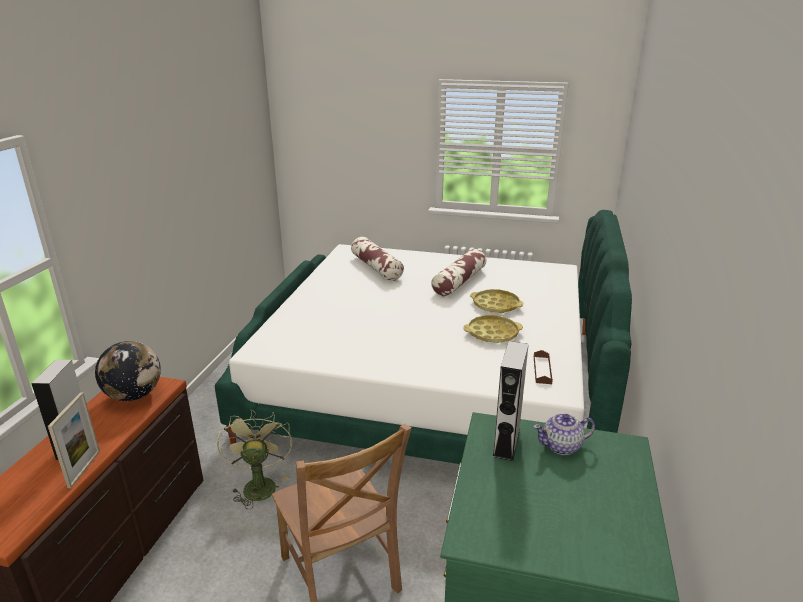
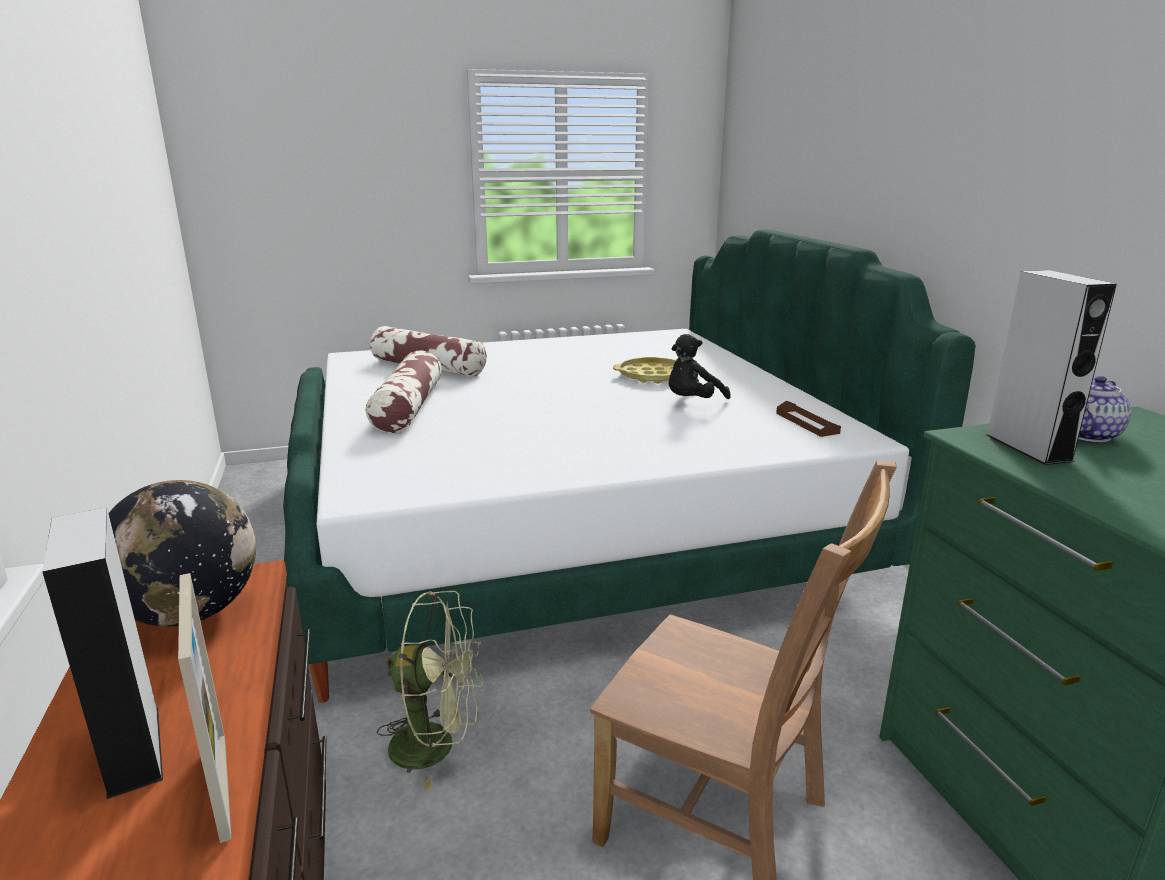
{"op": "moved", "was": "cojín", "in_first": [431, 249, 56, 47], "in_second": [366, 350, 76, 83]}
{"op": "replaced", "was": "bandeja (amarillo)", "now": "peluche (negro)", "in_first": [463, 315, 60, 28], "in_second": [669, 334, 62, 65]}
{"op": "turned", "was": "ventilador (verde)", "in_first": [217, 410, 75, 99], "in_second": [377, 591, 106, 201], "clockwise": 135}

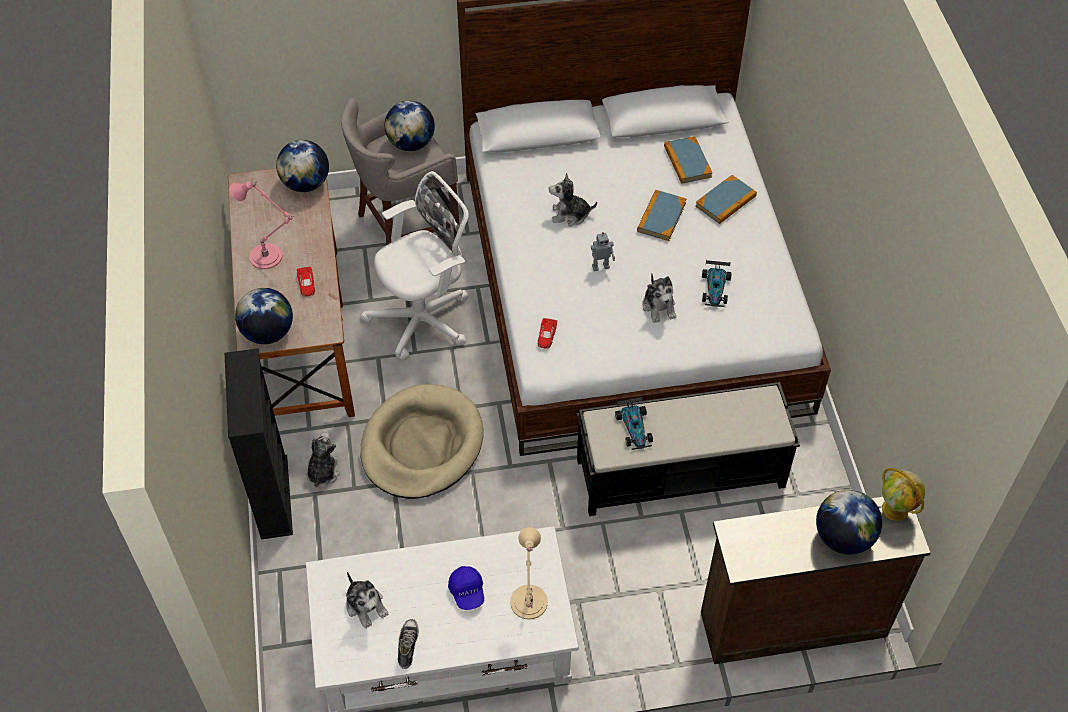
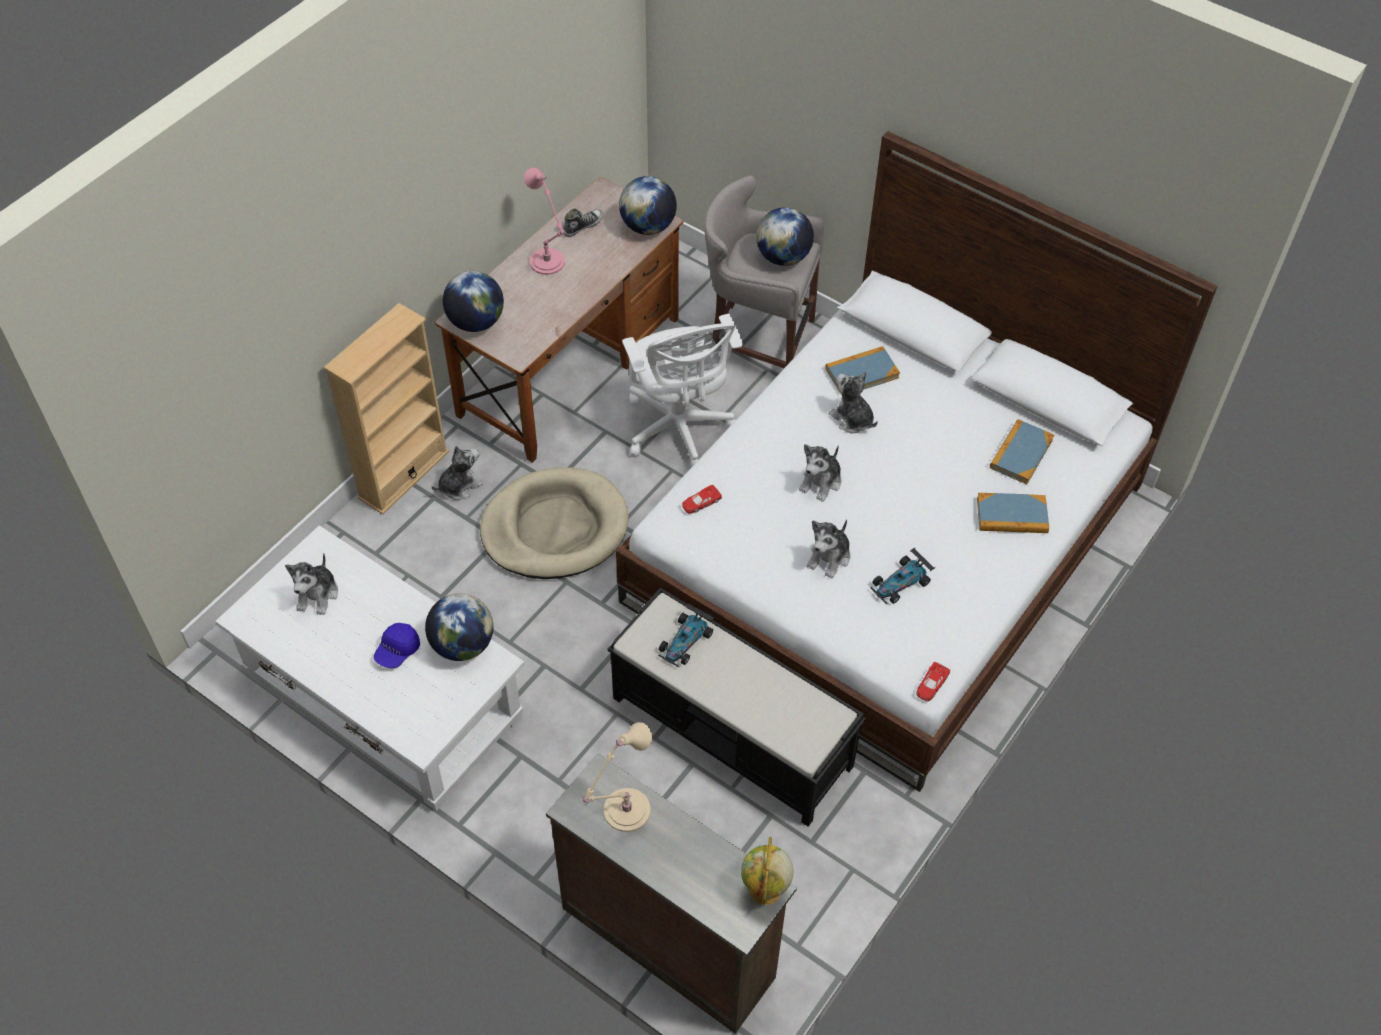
{"op": "moved", "was": "coche de juguete (rojo)", "in_first": [297, 267, 18, 29], "in_second": [916, 662, 34, 40]}
{"op": "moved", "was": "zapato", "in_first": [398, 619, 21, 50], "in_second": [563, 208, 40, 29]}
{"op": "moved", "was": "lámpara de mesa (beis)", "in_first": [510, 527, 38, 92], "in_second": [583, 722, 69, 110]}
{"op": "moved", "was": "libro", "in_first": [637, 190, 49, 51], "in_second": [825, 346, 75, 49]}
{"op": "moved", "was": "globo terráqueo", "in_first": [816, 490, 66, 65], "in_second": [425, 593, 68, 68]}
{"op": "replaced", "was": "robot de juguete", "now": "peluche", "in_first": [591, 232, 24, 39], "in_second": [799, 444, 42, 58]}
{"op": "recoloured", "was": "estantería (negro)", "now": "estantería (beis)", "in_first": [224, 348, 69, 191], "in_second": [324, 303, 125, 212]}
{"op": "turned", "was": "silla de oficina (blanco)", "in_first": [360, 171, 109, 189], "in_second": [622, 314, 121, 153], "clockwise": 60}

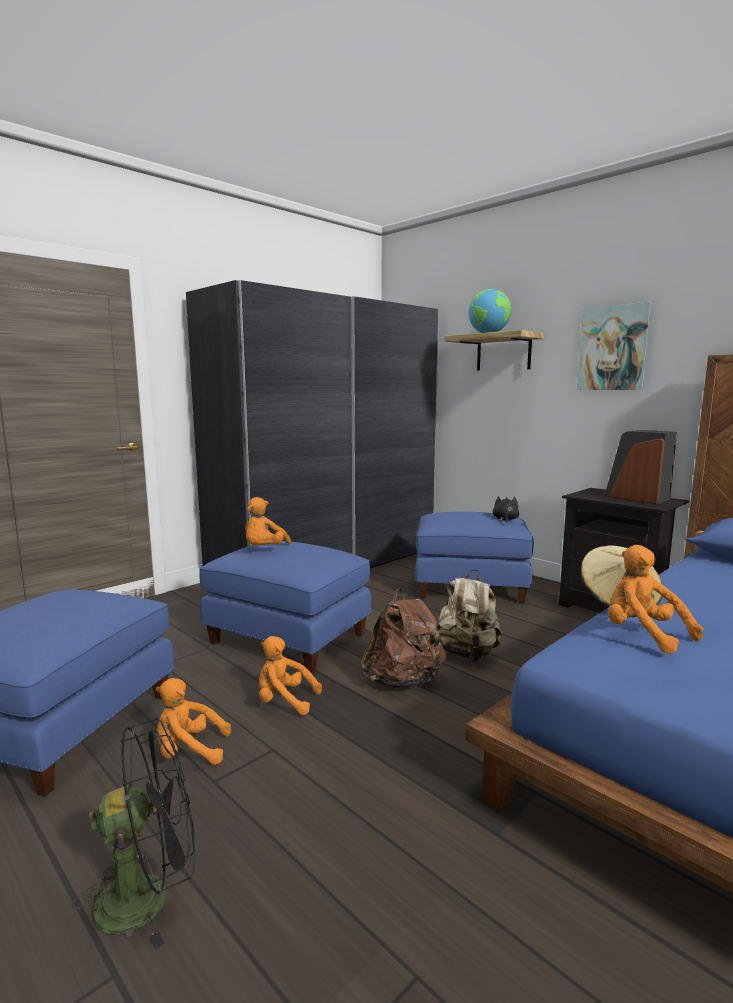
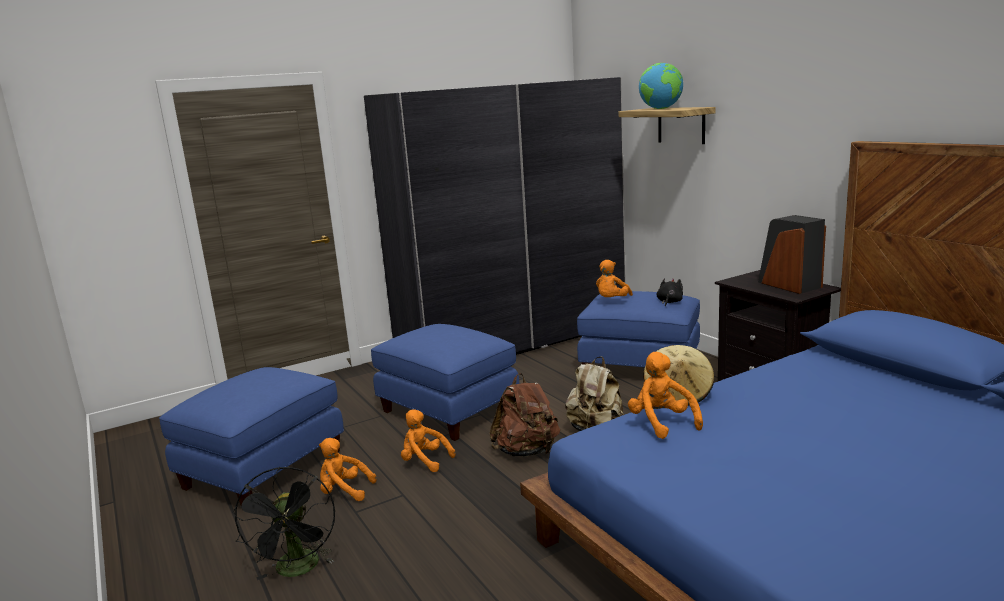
{"op": "removed", "was": "cuadro", "in_first": [577, 302, 75, 88]}
{"op": "moved", "was": "peluche (naranja)", "in_first": [245, 497, 46, 48], "in_second": [596, 260, 37, 37]}
{"op": "turned", "was": "ventilador (negro)", "in_first": [72, 719, 123, 231], "in_second": [232, 467, 103, 113], "clockwise": 90}

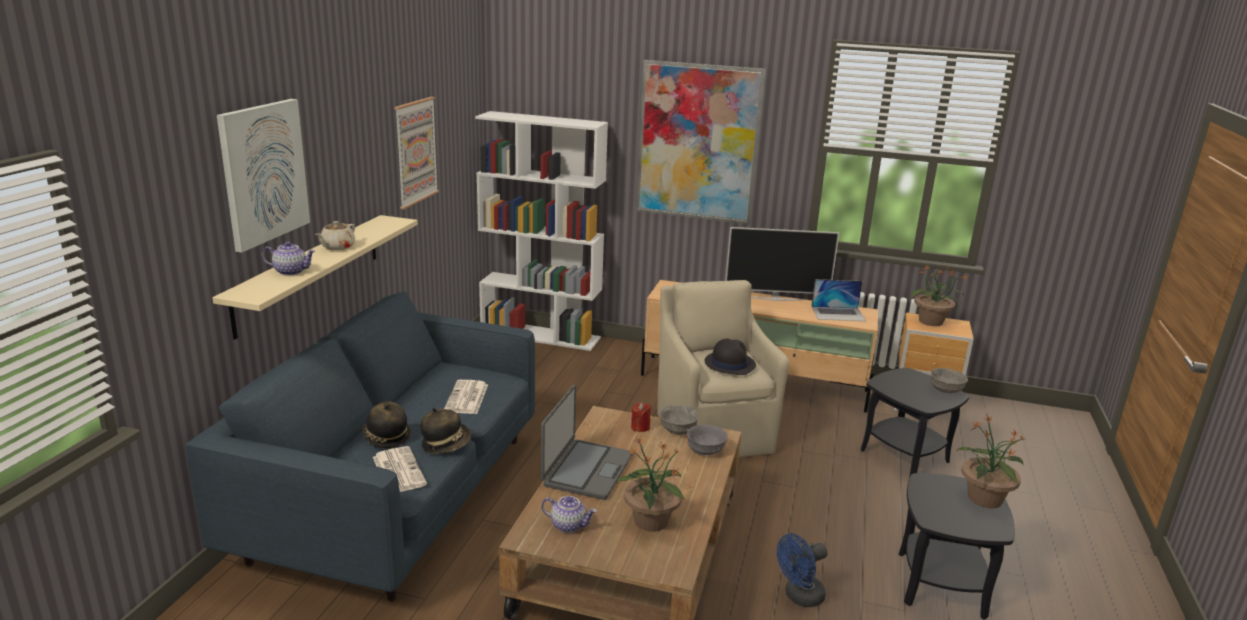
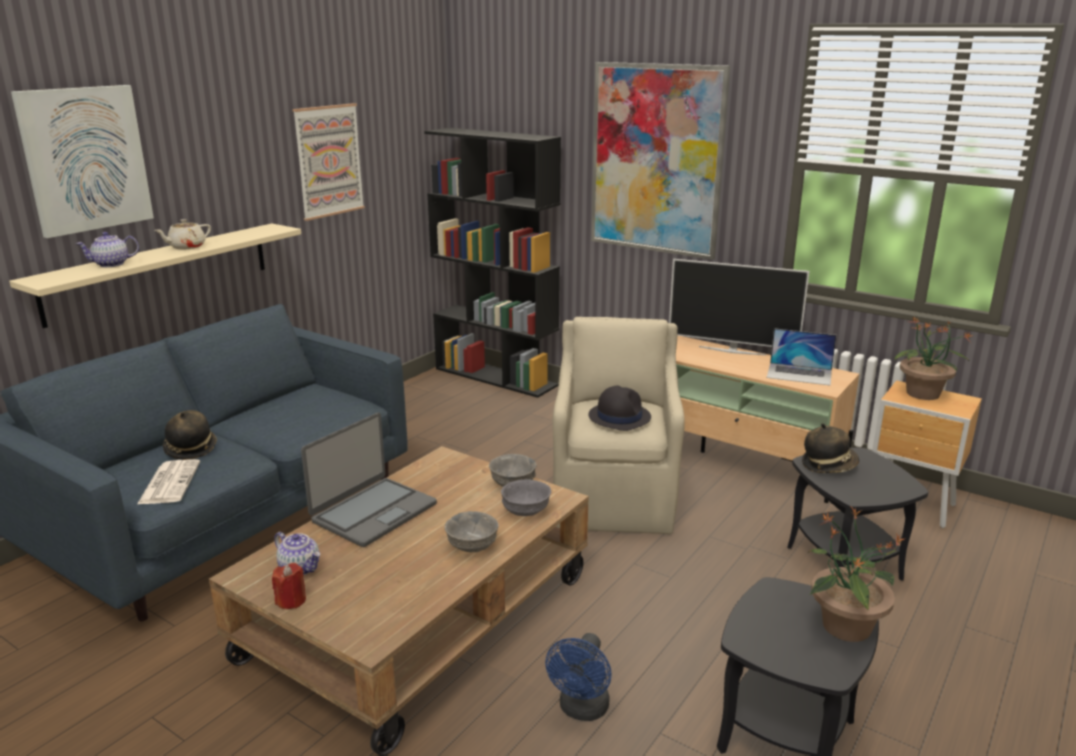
{"op": "removed", "was": "periódico", "in_first": [444, 380, 44, 34]}
{"op": "removed", "was": "planta en maceta", "in_first": [617, 437, 68, 95]}
{"op": "moved", "was": "sombrero", "in_first": [420, 408, 52, 46], "in_second": [802, 423, 57, 50]}
{"op": "moved", "was": "vela (rojo)", "in_first": [631, 402, 20, 30], "in_second": [272, 563, 34, 46]}
{"op": "moved", "was": "cuenco (gris)", "in_first": [930, 368, 38, 25], "in_second": [445, 511, 54, 41]}
{"op": "recoloured", "was": "estantería (blanco)", "now": "estantería (negro)", "in_first": [475, 111, 133, 240], "in_second": [424, 128, 137, 270]}
{"op": "turned", "was": "tetera", "in_first": [262, 242, 53, 34], "in_second": [76, 232, 63, 35], "clockwise": 135}
{"op": "turned", "was": "ventilador (azul)", "in_first": [777, 533, 51, 74], "in_second": [545, 633, 67, 88], "clockwise": -60}

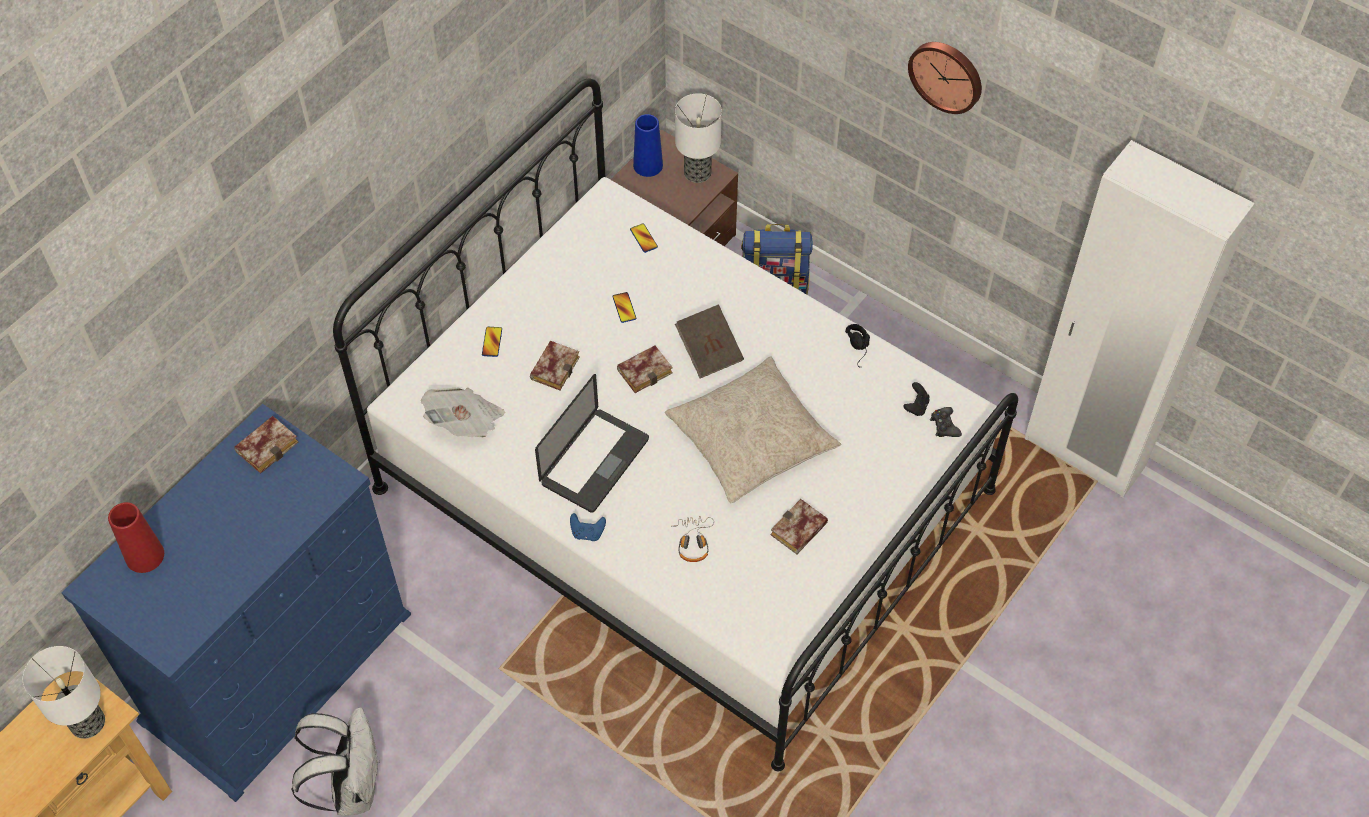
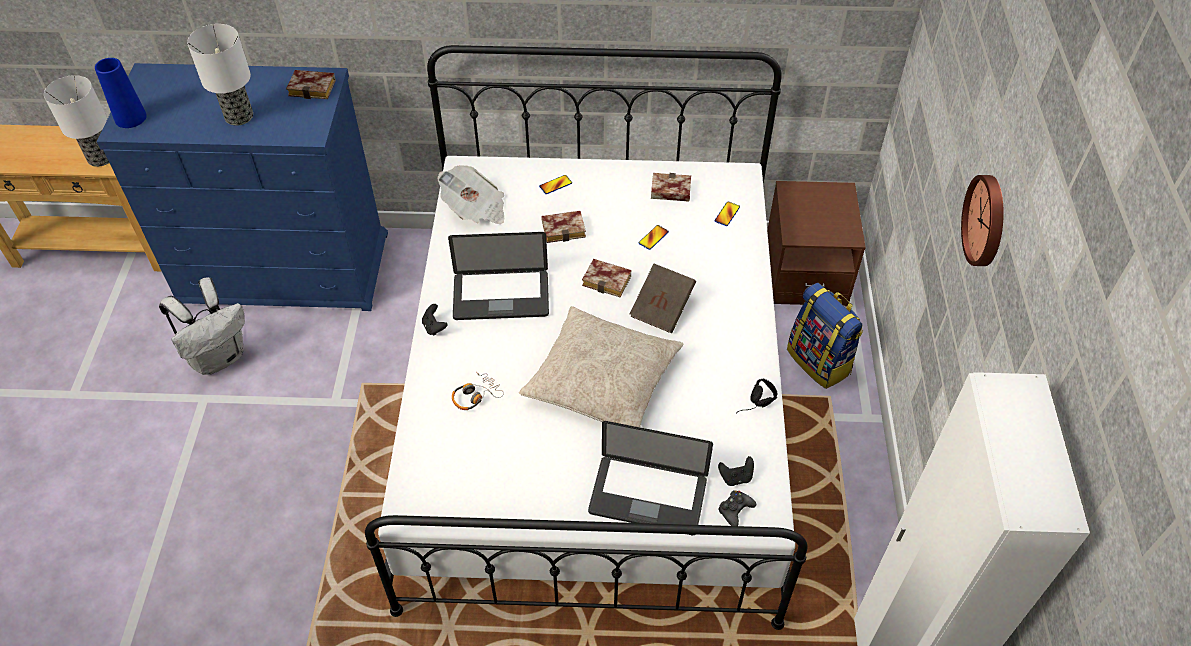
{"op": "removed", "was": "florero (rojo)", "in_first": [108, 502, 56, 71]}
{"op": "added", "now": "portátil", "in_second": [588, 421, 125, 114]}
{"op": "moved", "was": "florero (azul)", "in_first": [633, 114, 30, 63], "in_second": [95, 58, 52, 70]}
{"op": "moved", "was": "lámpara de mesa", "in_first": [675, 93, 47, 90], "in_second": [187, 24, 66, 102]}
{"op": "moved", "was": "libro", "in_first": [770, 499, 58, 55], "in_second": [651, 173, 40, 29]}
{"op": "recoloured", "was": "mando de consola (azul)", "now": "mando de consola (negro)", "in_first": [570, 513, 36, 28], "in_second": [422, 304, 25, 31]}

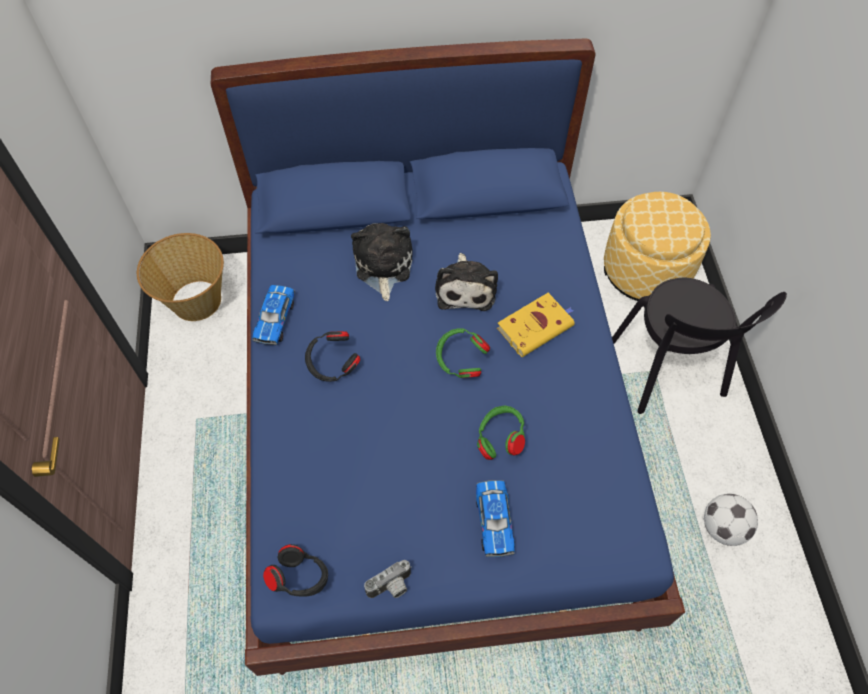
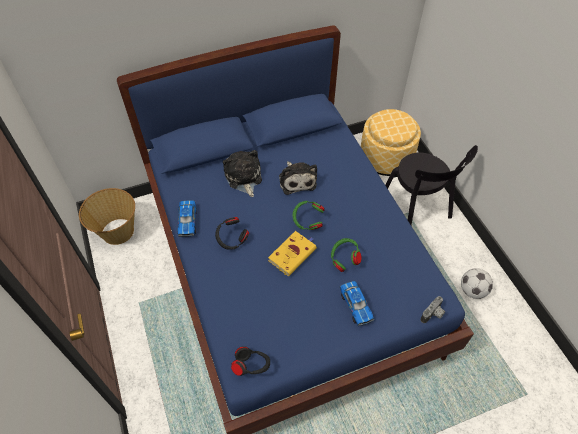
{"op": "moved", "was": "cámara", "in_first": [364, 560, 48, 38], "in_second": [420, 296, 25, 27]}
{"op": "moved", "was": "libro (amarillo)", "in_first": [497, 293, 78, 64], "in_second": [268, 231, 49, 45]}

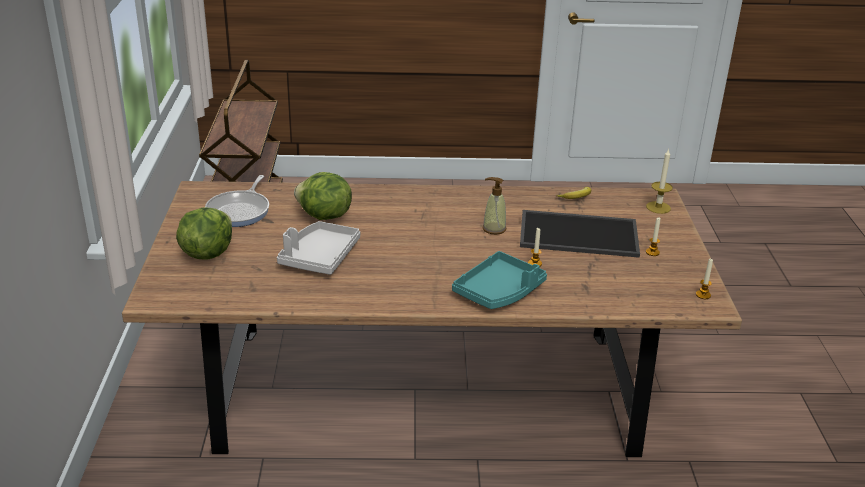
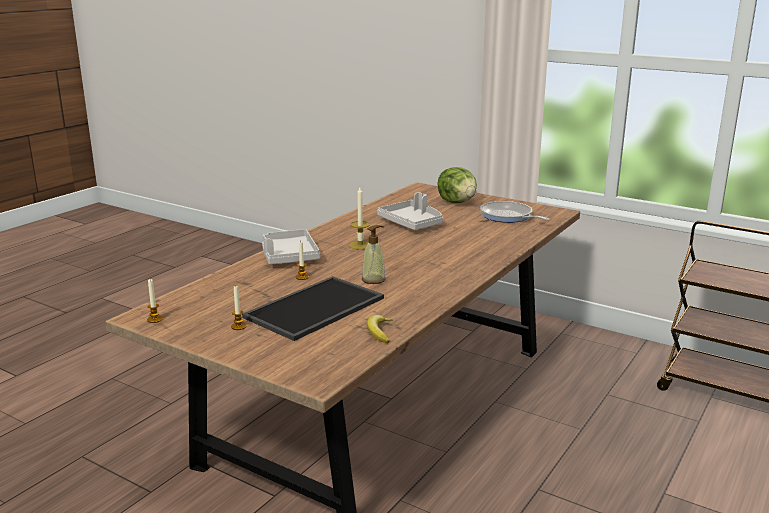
{"op": "removed", "was": "lechuga", "in_first": [294, 172, 58, 48]}
{"op": "moved", "was": "vela", "in_first": [646, 149, 27, 65], "in_second": [349, 187, 21, 63]}
{"op": "recoloured", "was": "bandeja (turquesa)", "now": "bandeja (gris)", "in_first": [452, 251, 95, 58], "in_second": [262, 229, 59, 35]}

